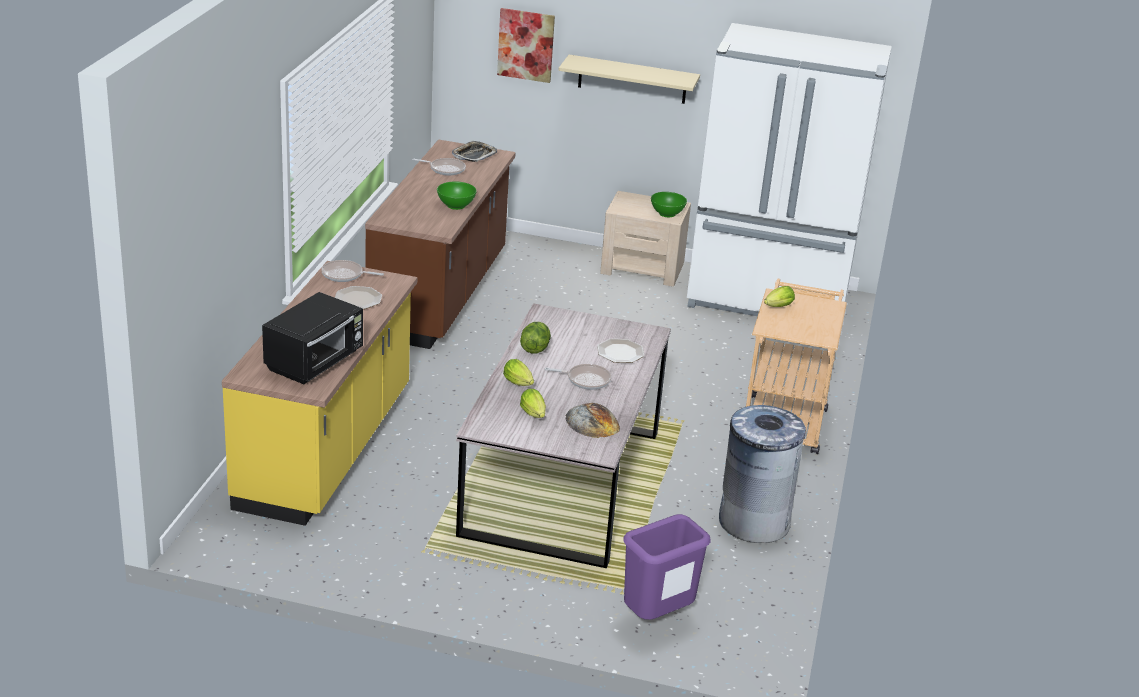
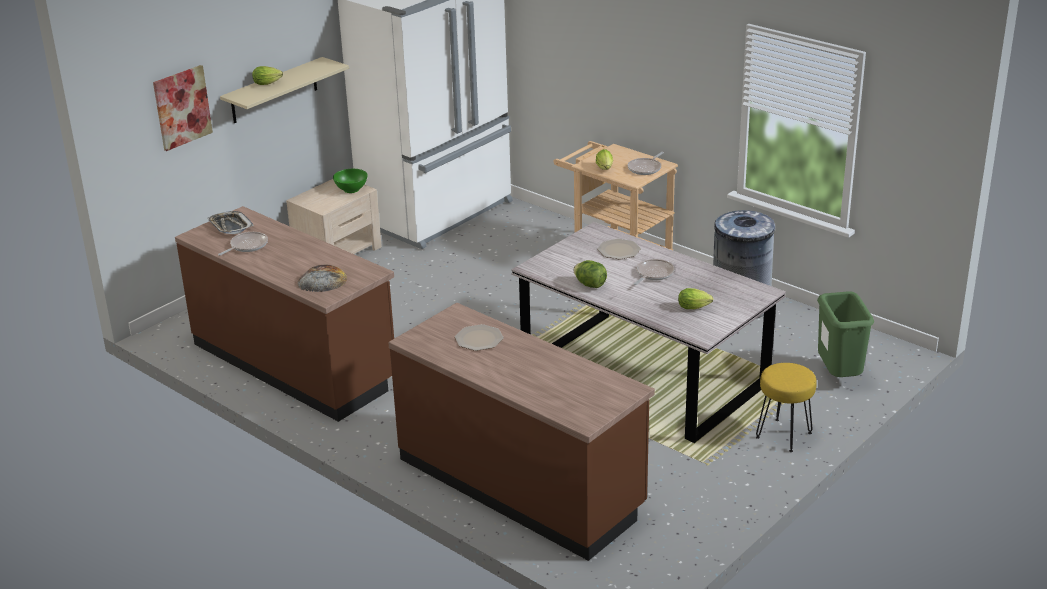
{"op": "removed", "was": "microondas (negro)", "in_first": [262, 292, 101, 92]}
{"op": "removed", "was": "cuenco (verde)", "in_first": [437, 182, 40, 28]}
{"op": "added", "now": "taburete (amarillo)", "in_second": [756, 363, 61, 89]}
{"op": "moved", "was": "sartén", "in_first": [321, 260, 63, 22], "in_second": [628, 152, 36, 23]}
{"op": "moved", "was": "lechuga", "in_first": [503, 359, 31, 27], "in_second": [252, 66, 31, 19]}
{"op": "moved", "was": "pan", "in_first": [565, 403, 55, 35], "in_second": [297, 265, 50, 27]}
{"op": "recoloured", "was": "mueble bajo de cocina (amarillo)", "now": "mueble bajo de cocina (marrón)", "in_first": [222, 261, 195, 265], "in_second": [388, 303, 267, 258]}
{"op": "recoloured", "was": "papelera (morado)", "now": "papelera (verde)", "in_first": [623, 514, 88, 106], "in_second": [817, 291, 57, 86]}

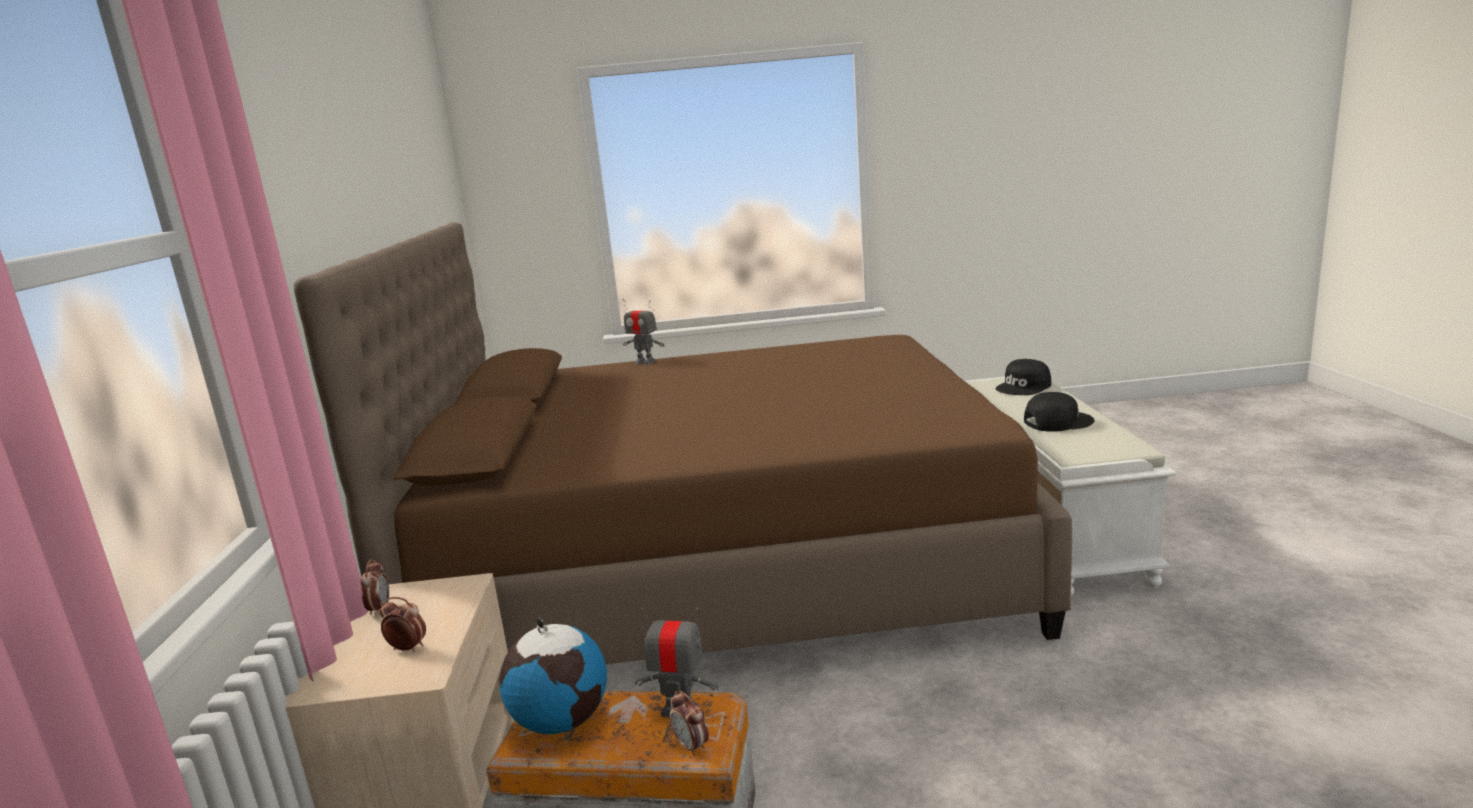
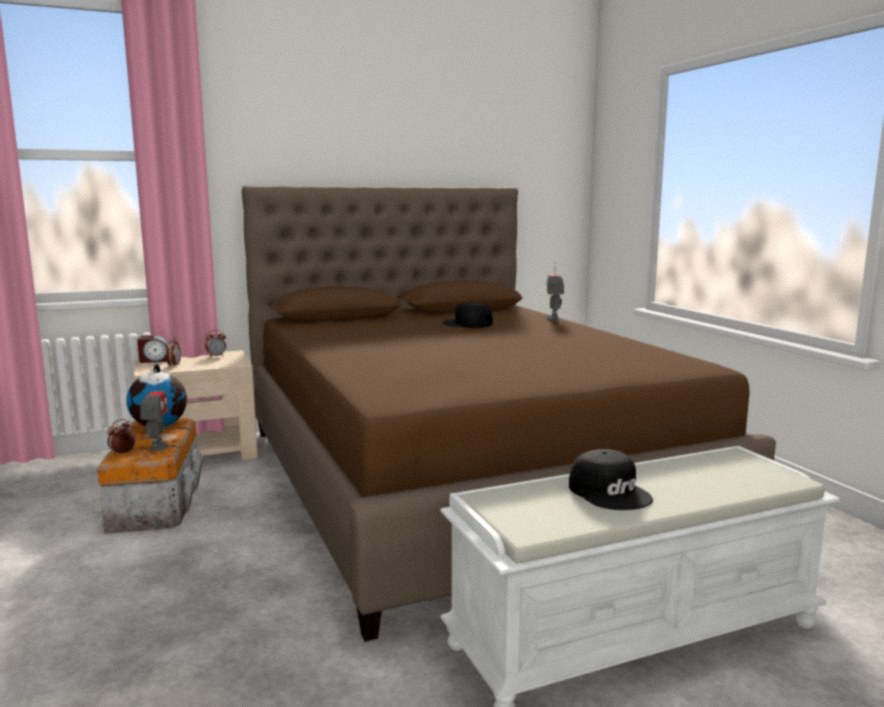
{"op": "added", "now": "despertador", "in_second": [137, 335, 31, 28]}
{"op": "moved", "was": "gorra (negro)", "in_first": [996, 359, 55, 36], "in_second": [443, 302, 50, 26]}

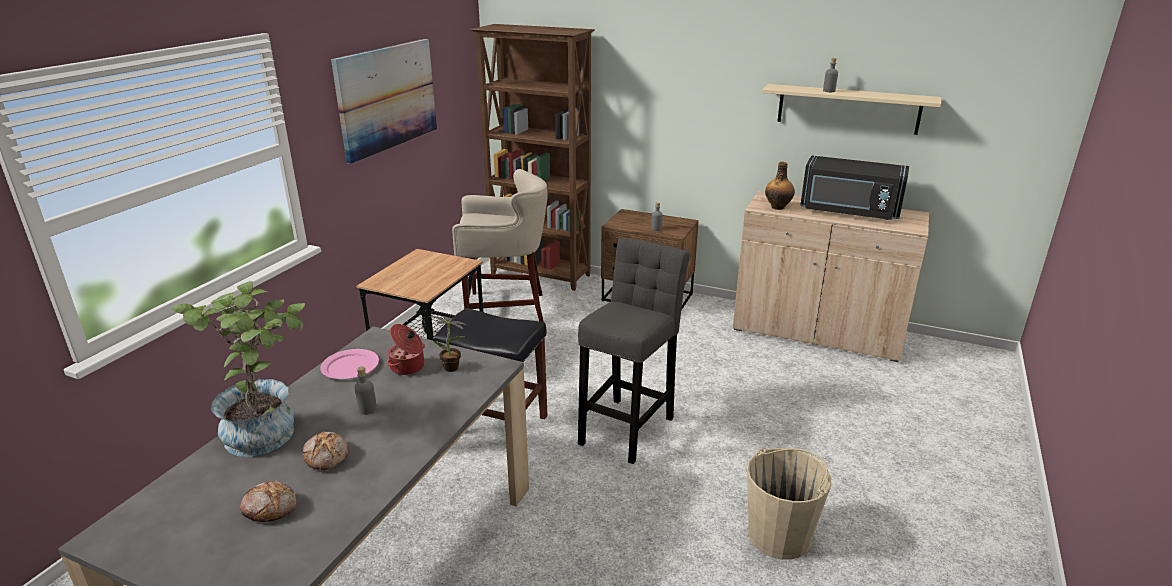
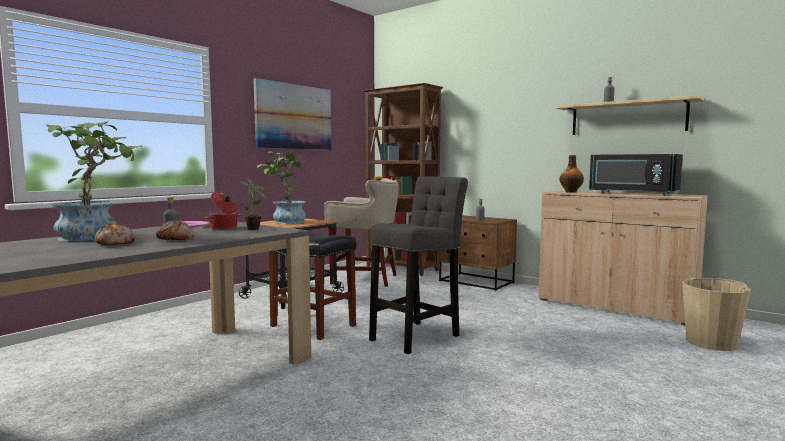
{"op": "added", "now": "planta en maceta", "in_second": [257, 151, 49, 73]}
{"op": "moved", "was": "pan", "in_first": [240, 480, 56, 42], "in_second": [156, 220, 38, 20]}
{"op": "moved", "was": "cubo (beis)", "in_first": [747, 448, 84, 112], "in_second": [682, 276, 69, 75]}

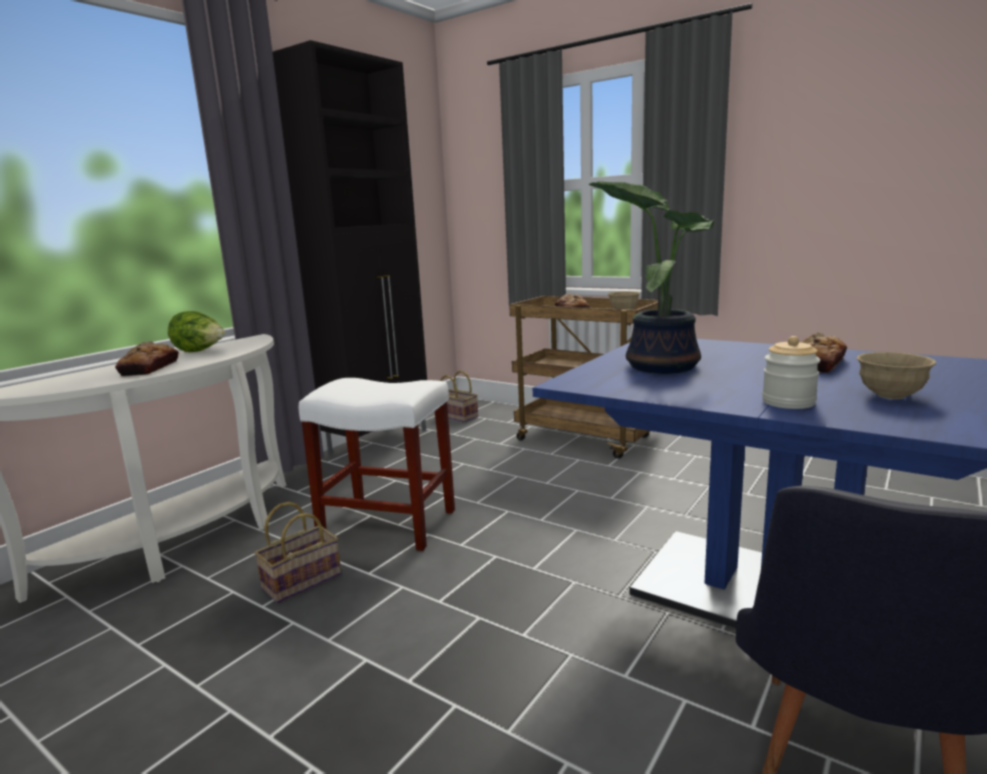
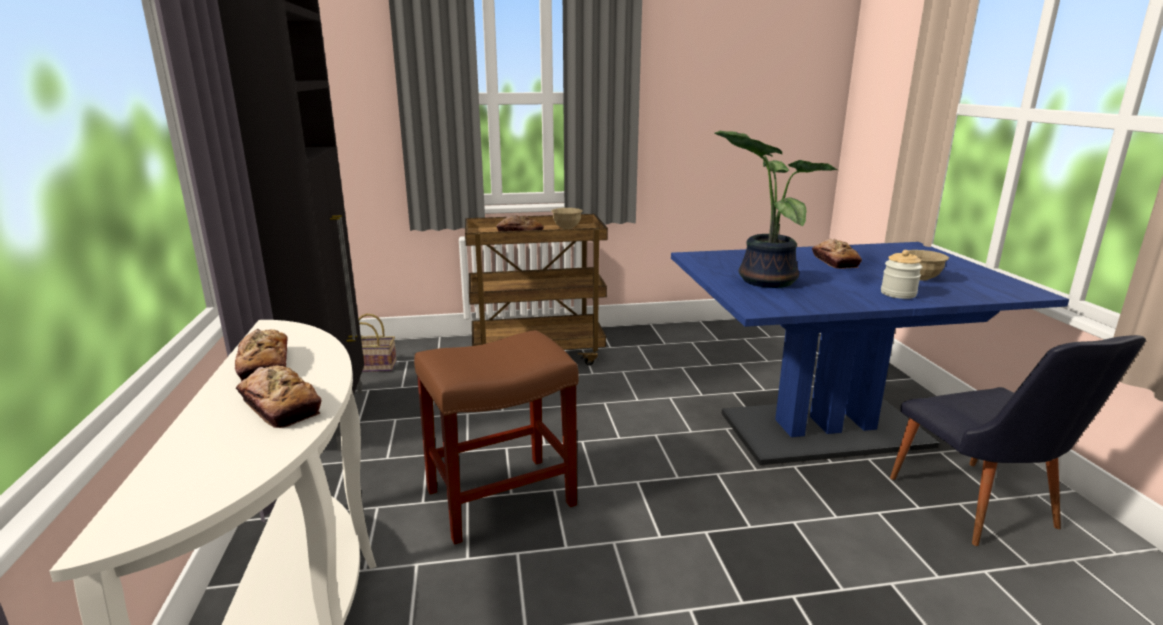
{"op": "removed", "was": "cesta", "in_first": [254, 502, 87, 101]}
{"op": "replaced", "was": "lechuga", "now": "pan", "in_first": [168, 311, 57, 41], "in_second": [235, 329, 52, 52]}
{"op": "recoloured", "was": "taburete (blanco)", "now": "taburete (marrón)", "in_first": [299, 378, 156, 173], "in_second": [414, 330, 165, 215]}

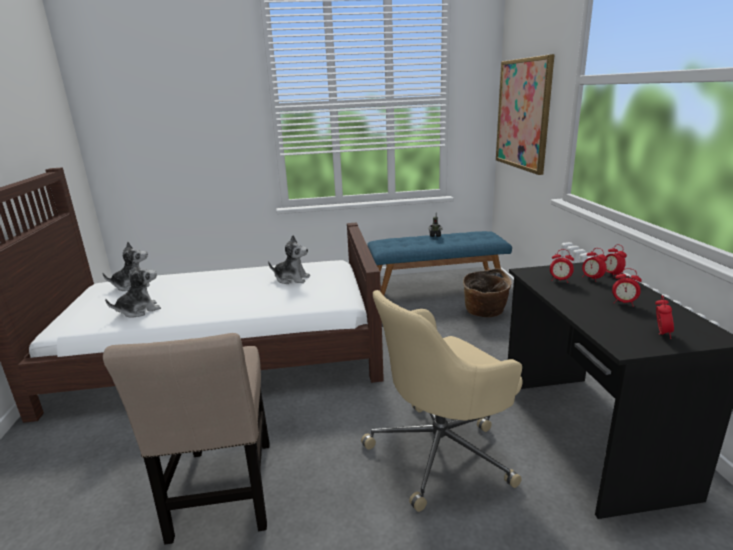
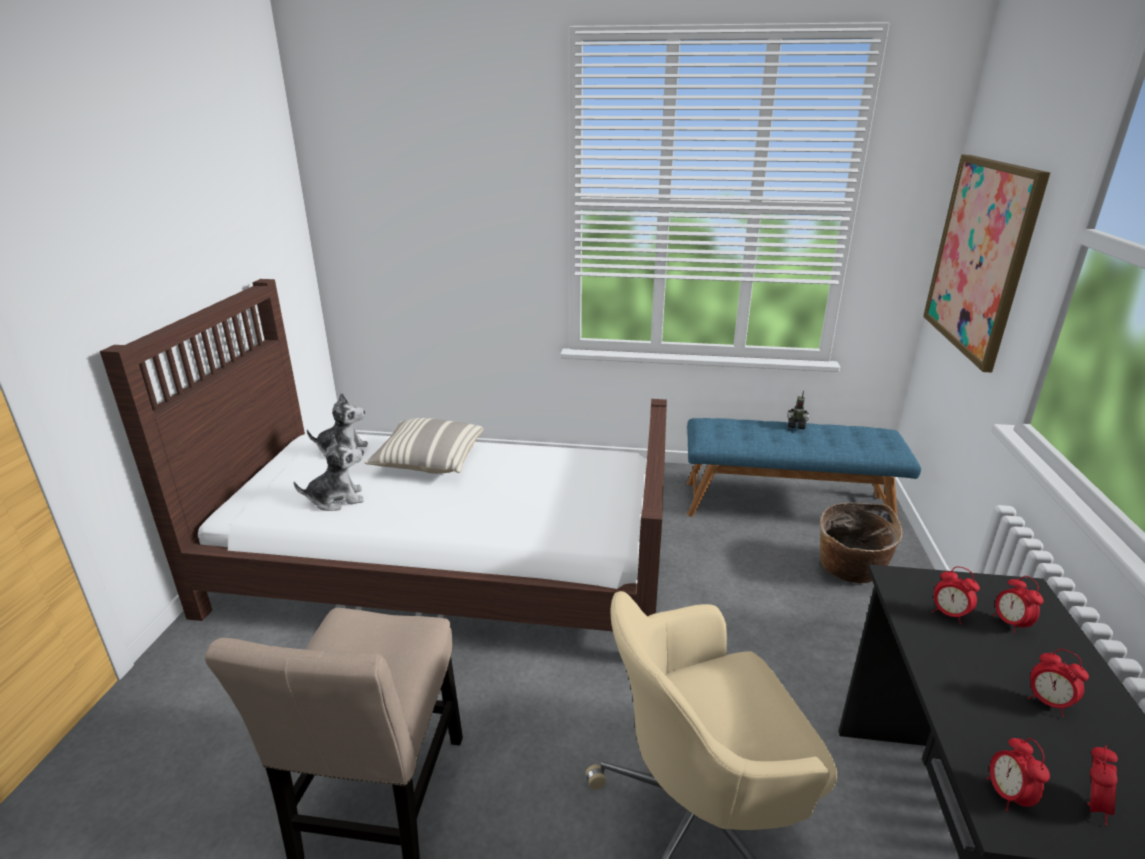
{"op": "removed", "was": "peluche", "in_first": [268, 235, 42, 49]}
{"op": "added", "now": "cojín", "in_second": [365, 418, 118, 56]}
{"op": "moved", "was": "despertador", "in_first": [605, 244, 22, 34], "in_second": [986, 738, 64, 74]}

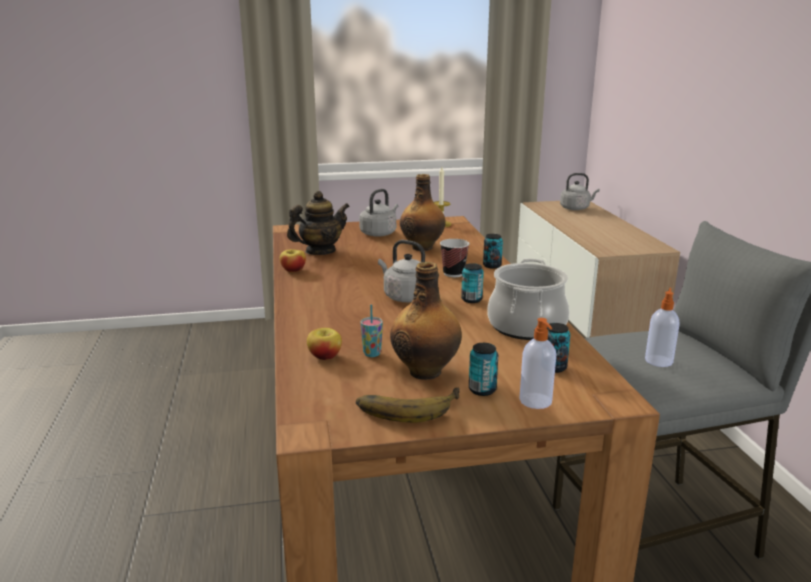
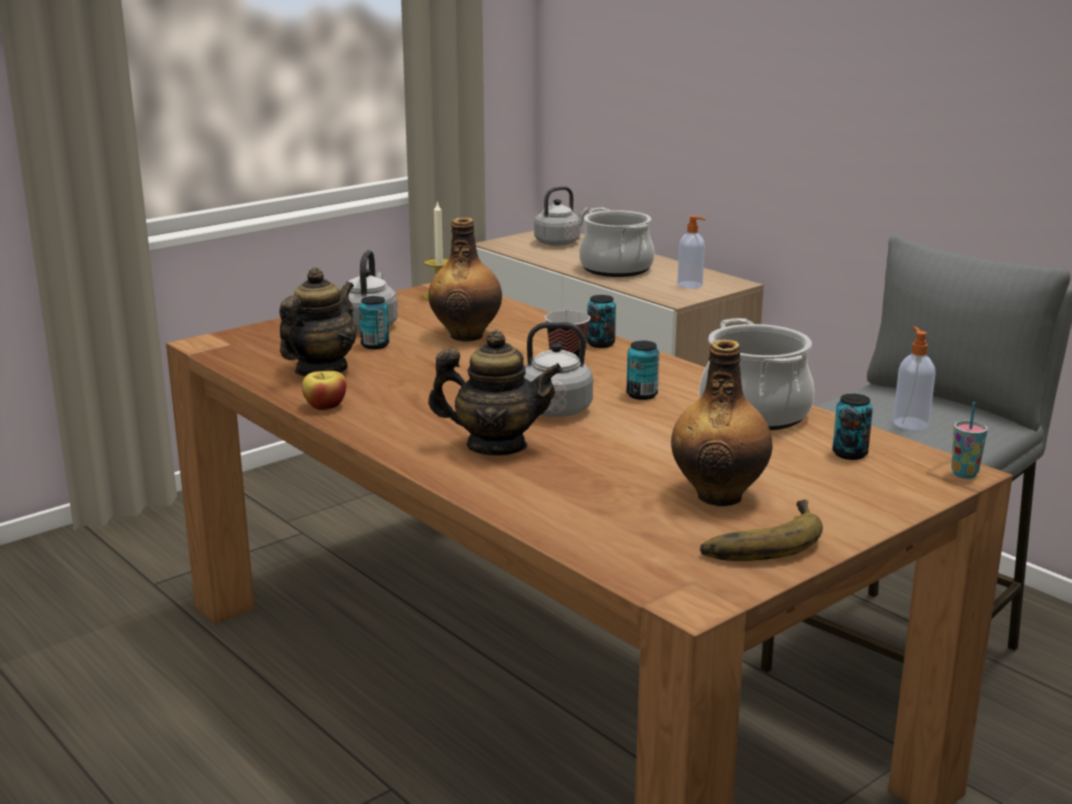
{"op": "removed", "was": "manzana", "in_first": [307, 328, 35, 32]}
{"op": "added", "now": "tetera", "in_second": [428, 330, 135, 126]}
{"op": "added", "now": "olla", "in_second": [579, 208, 76, 69]}
{"op": "moved", "was": "taza", "in_first": [360, 304, 23, 53], "in_second": [951, 402, 37, 77]}
{"op": "moved", "was": "lata", "in_first": [469, 343, 29, 53], "in_second": [359, 296, 30, 53]}
{"op": "moved", "was": "dispensador de jabón", "in_first": [519, 318, 37, 91], "in_second": [677, 215, 29, 74]}

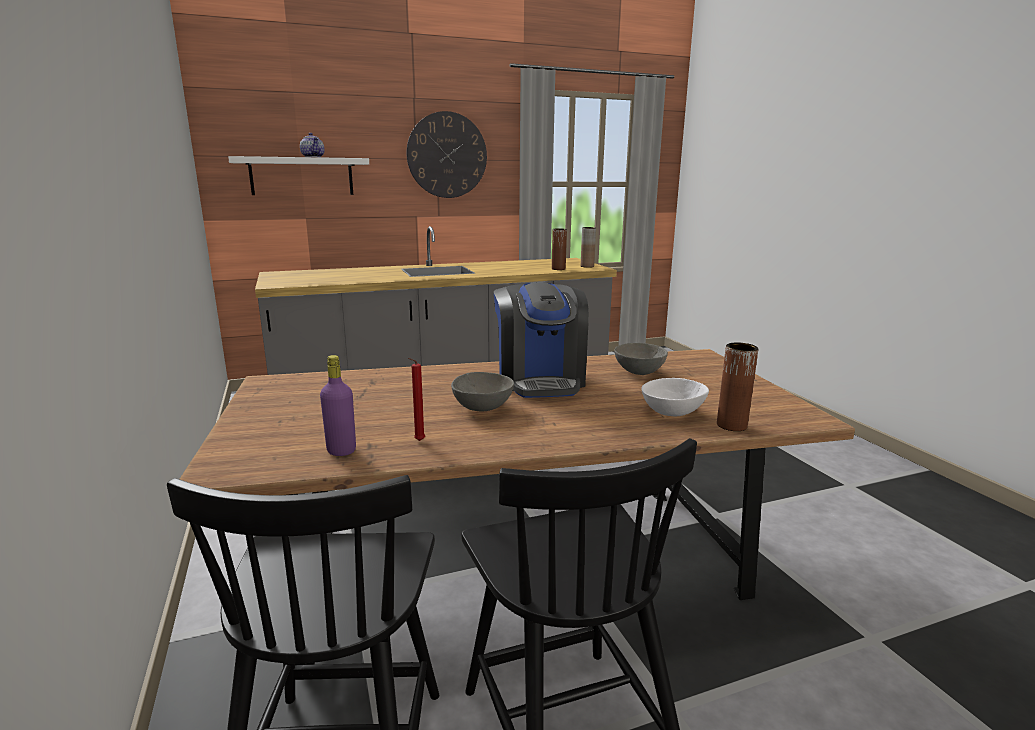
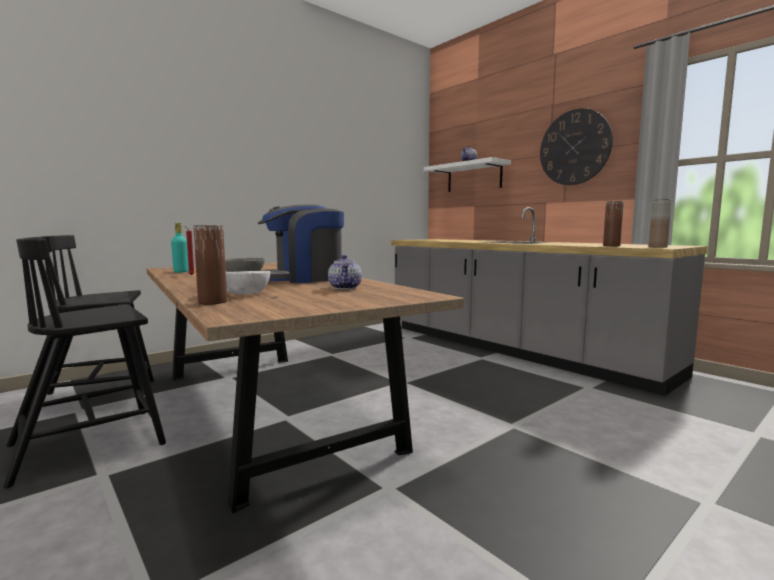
{"op": "replaced", "was": "cuenco (gris)", "now": "tetera", "in_first": [614, 343, 54, 32], "in_second": [328, 255, 34, 35]}
{"op": "recoloured", "was": "botella (morado)", "now": "botella (turquesa)", "in_first": [320, 355, 36, 101], "in_second": [171, 223, 18, 50]}

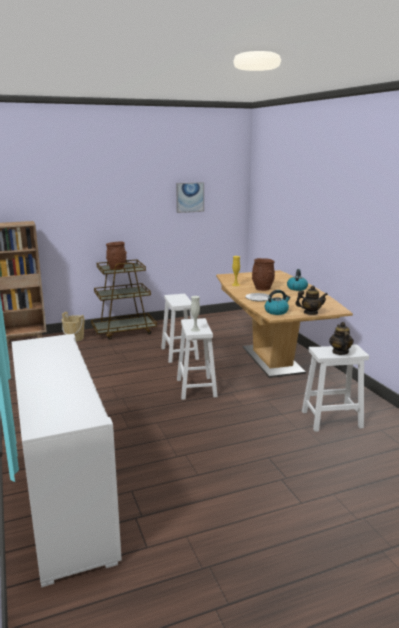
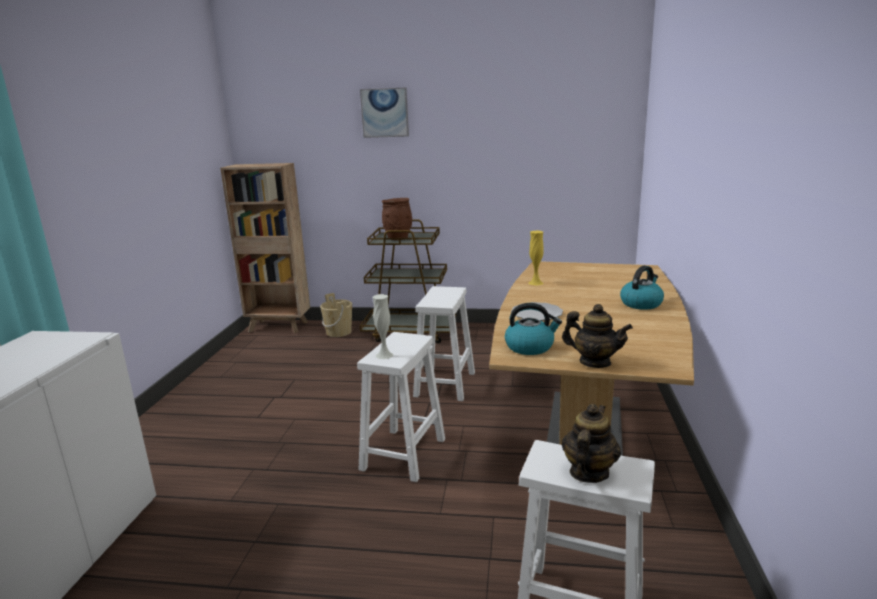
{"op": "removed", "was": "florero (marrón)", "in_first": [252, 258, 23, 33]}
{"op": "moved", "was": "cuadro", "in_first": [176, 182, 28, 31], "in_second": [360, 87, 49, 51]}

